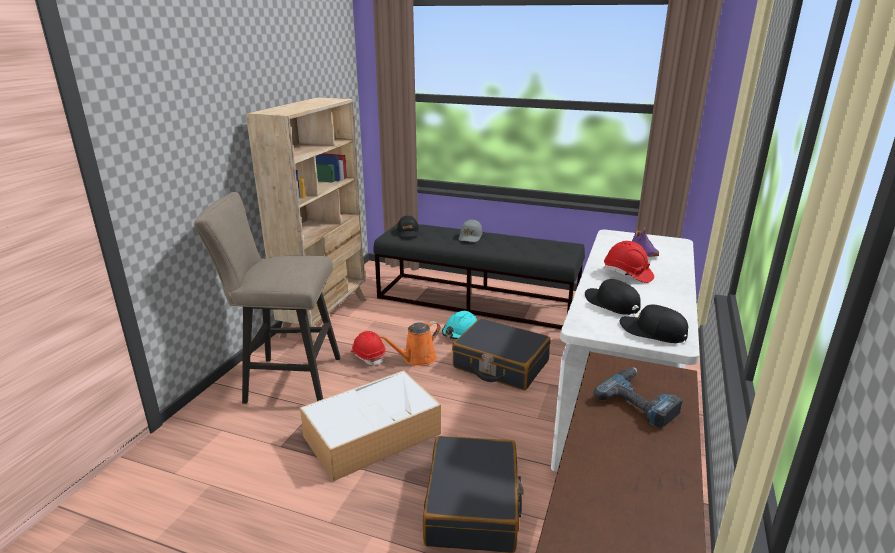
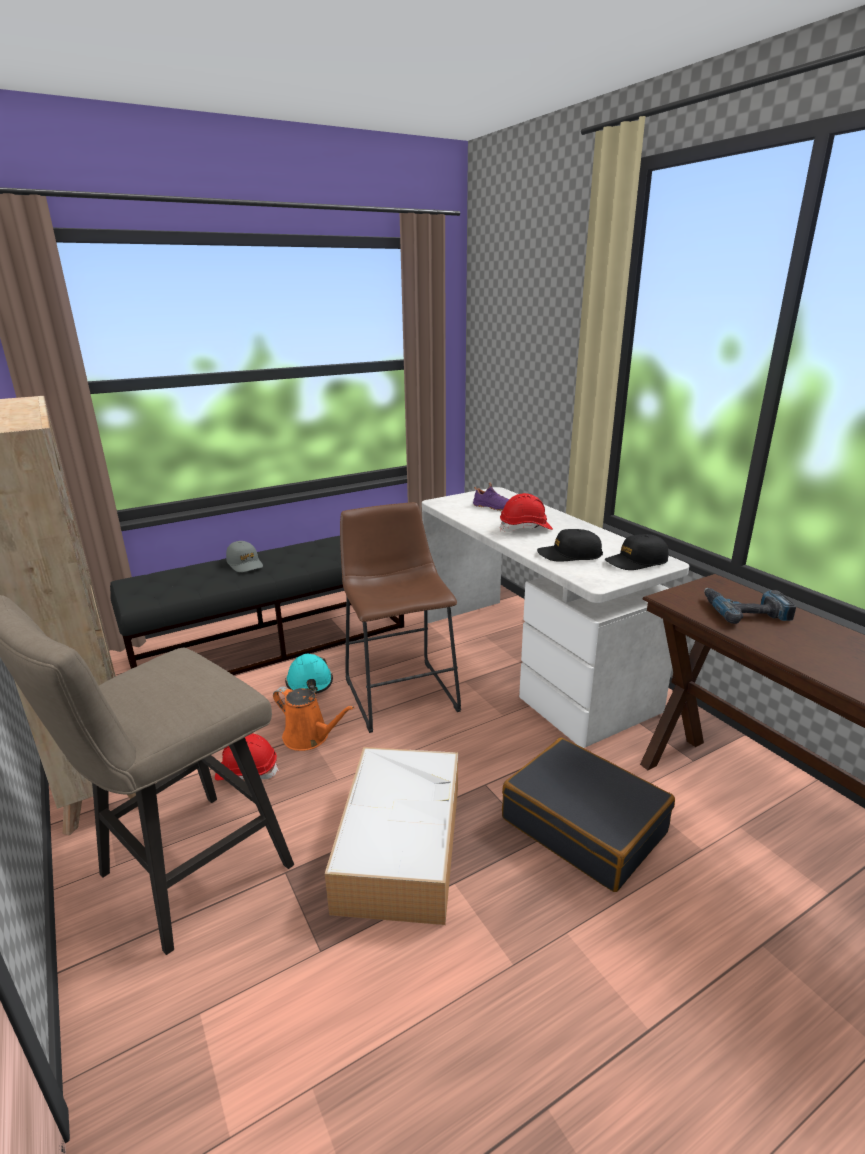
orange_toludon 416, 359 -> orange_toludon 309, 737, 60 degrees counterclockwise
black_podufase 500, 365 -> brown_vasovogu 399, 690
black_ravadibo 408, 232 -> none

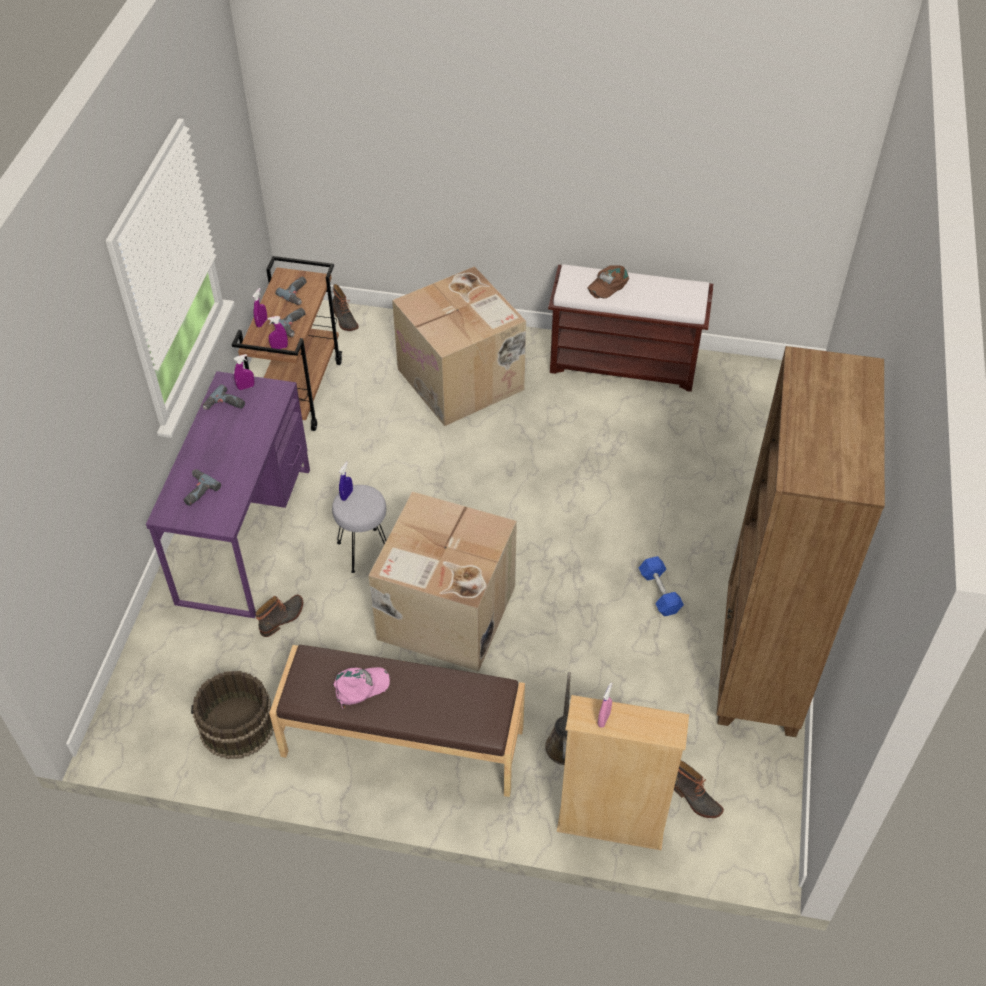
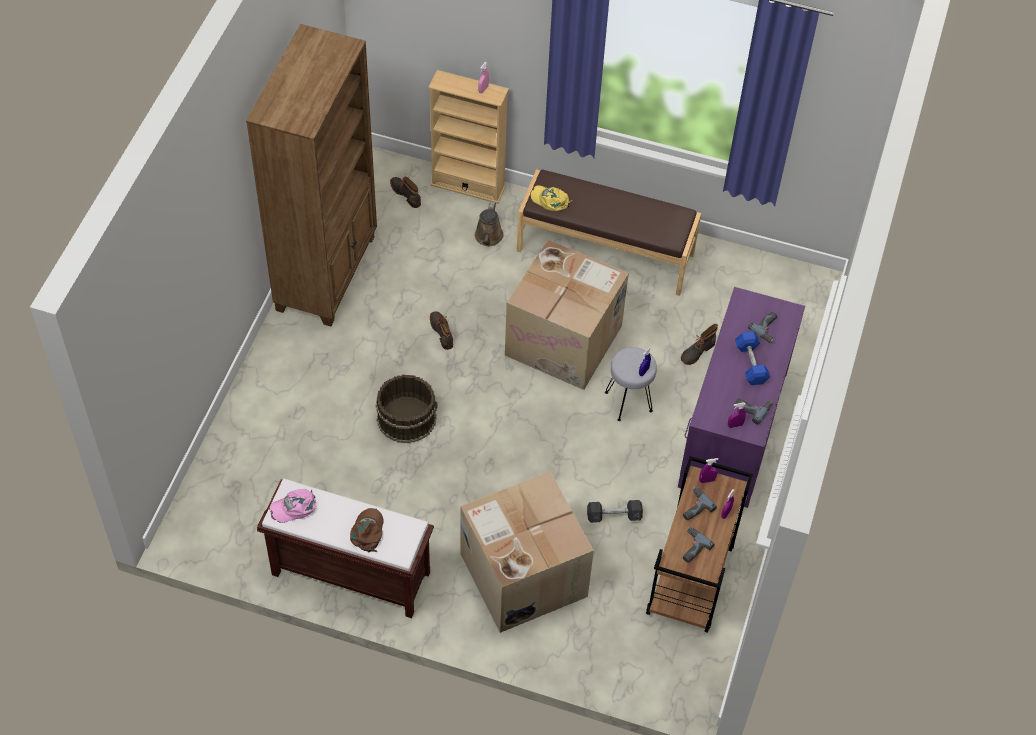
pink_ravadibo 361, 687 -> pink_ravadibo 294, 507, relocated
brown_ravadibo 608, 284 -> brown_ravadibo 368, 531, 45 degrees counterclockwise
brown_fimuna 237, 726 -> brown_fimuna 406, 418, relocated
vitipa 344, 320 -> vitipa 442, 332, relocated
none -> yellow_ravadibo 550, 200
none -> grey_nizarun 614, 516
blue_nizarun 659, 592 -> blue_nizarun 751, 364, relocated

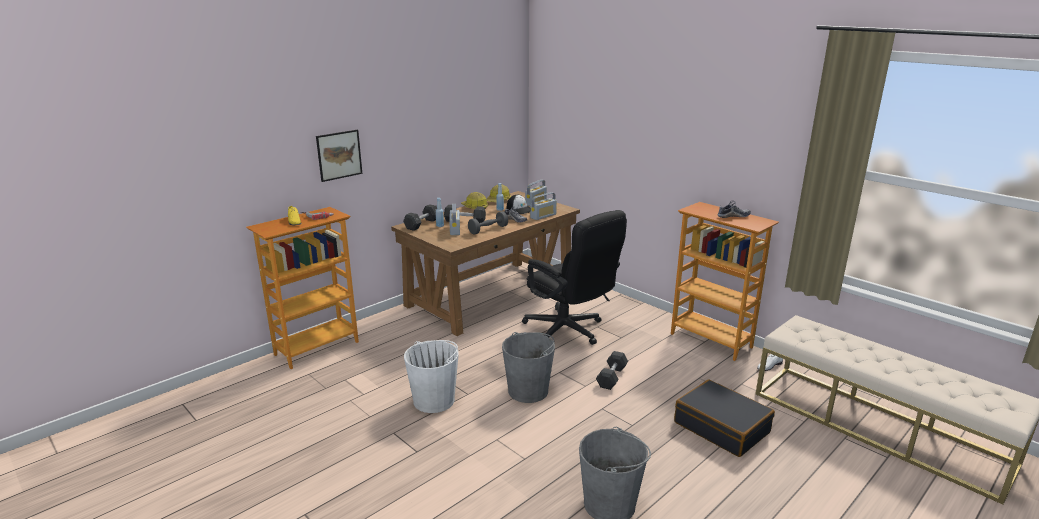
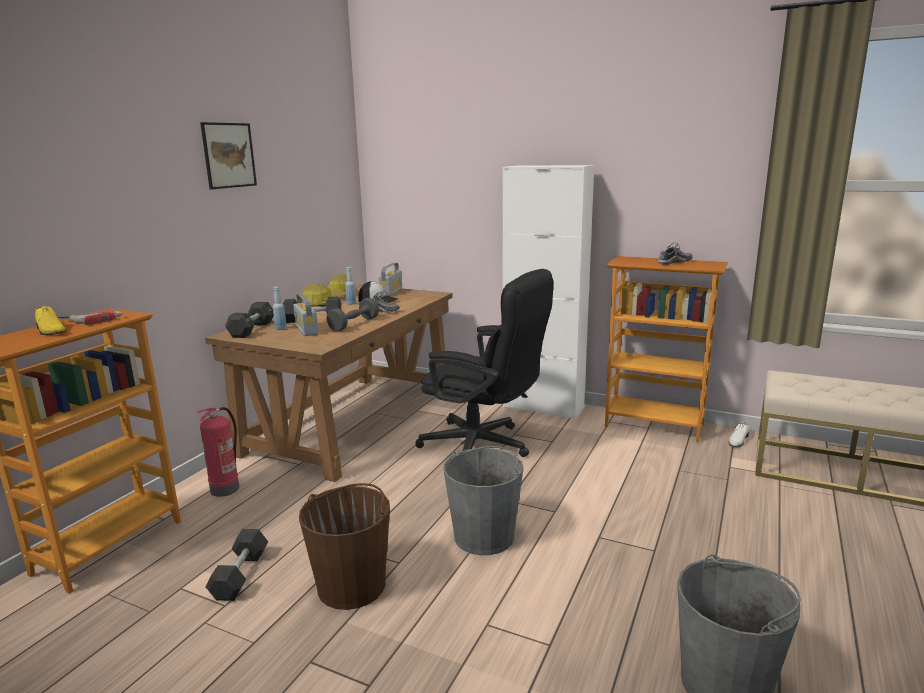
none -> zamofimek 225, 488
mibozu 339, 155 -> mibozu 229, 155, relocated
black_nizarun 611, 377 -> black_nizarun 240, 575, relocated
white_fimuna 434, 400 -> brown_fimuna 352, 585
none -> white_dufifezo 543, 407
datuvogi 543, 216 -> none
black_podufase 722, 427 -> none

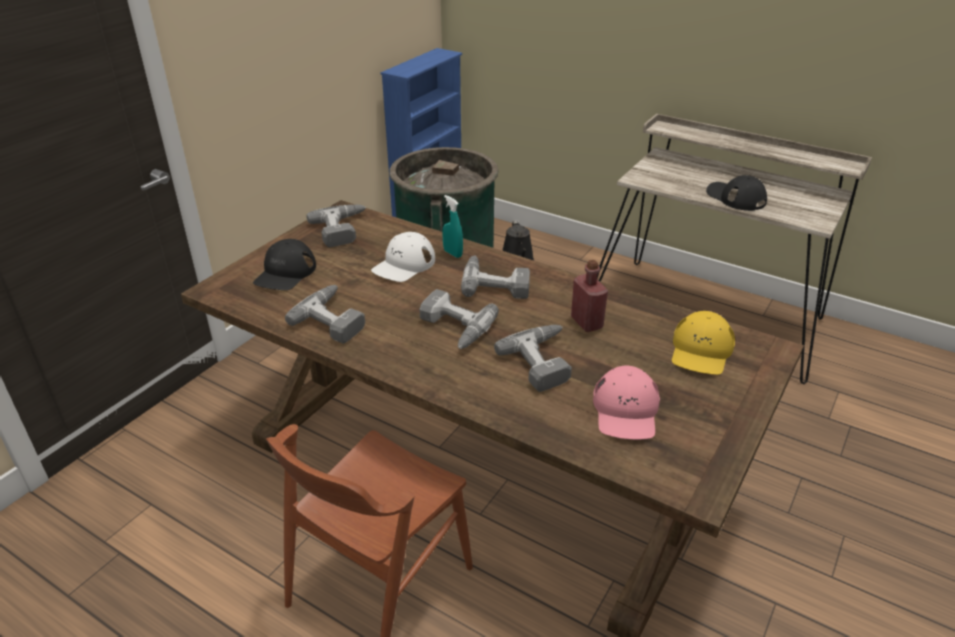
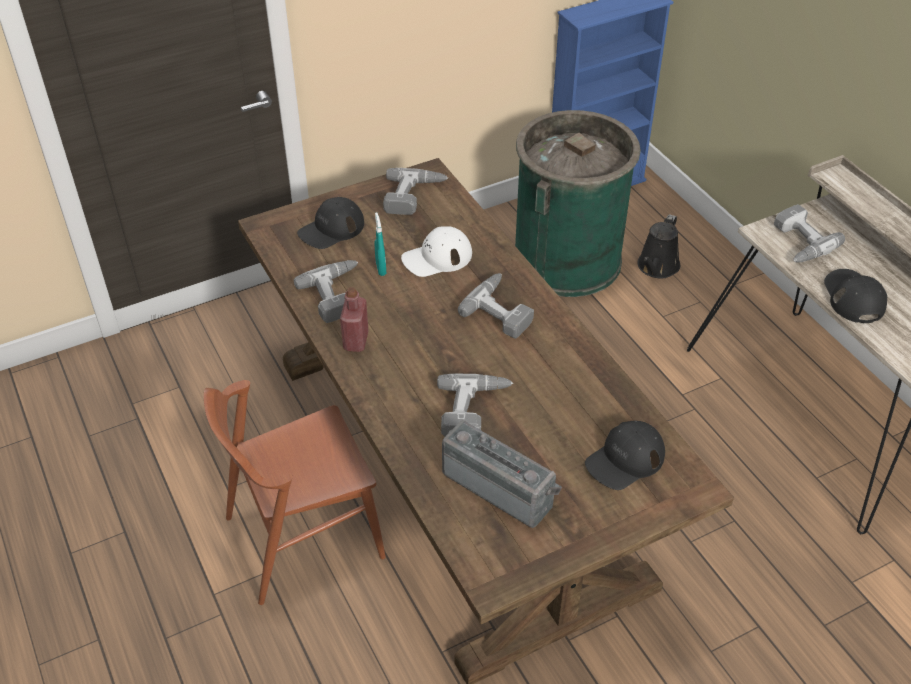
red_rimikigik 586, 323 -> red_rimikigik 356, 341, relocated
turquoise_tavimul 452, 253 -> turquoise_tavimul 381, 268, relocated
pink_ravadibo 626, 411 -> datuvogi 500, 486
yellow_ravadibo 701, 351 -> black_ravadibo 625, 460
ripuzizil 452, 328 -> ripuzizil 798, 242, relocated

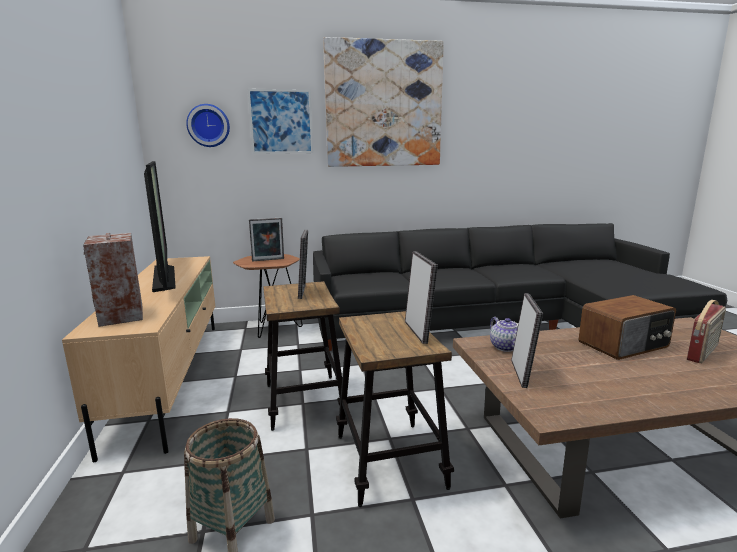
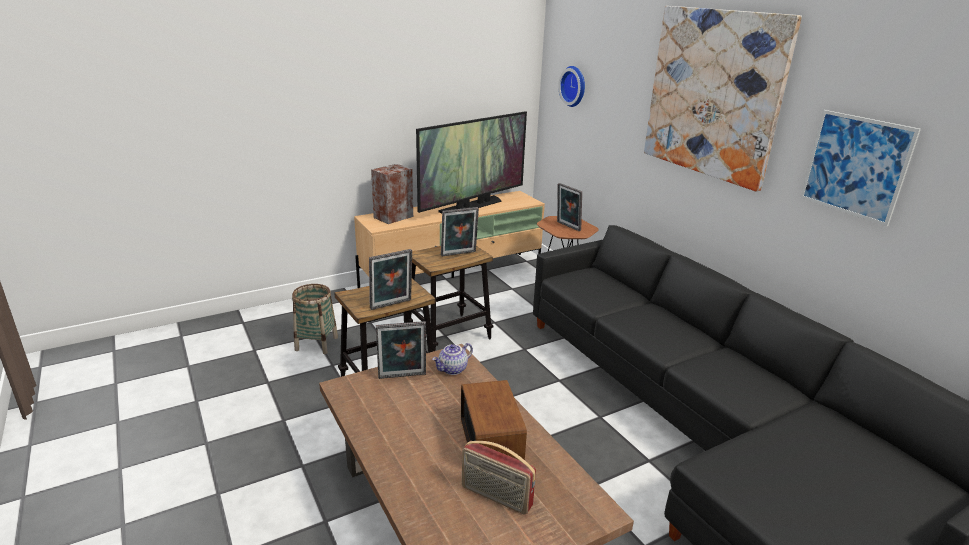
datuvogi 624, 345 -> datuvogi 492, 441, 150 degrees counterclockwise
mibozu 281, 122 -> mibozu 855, 166, relocated

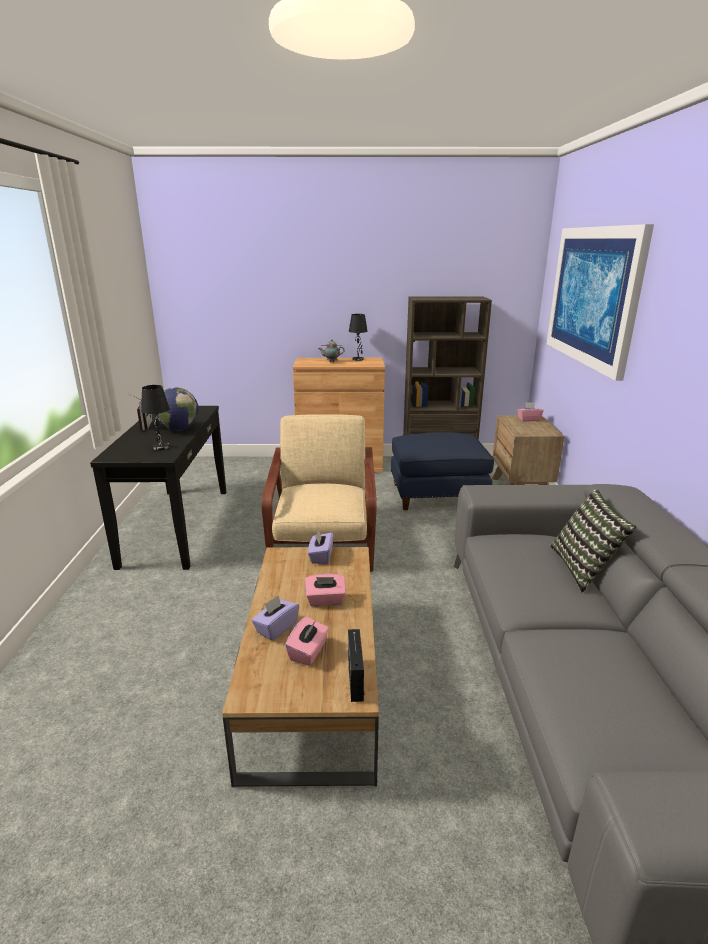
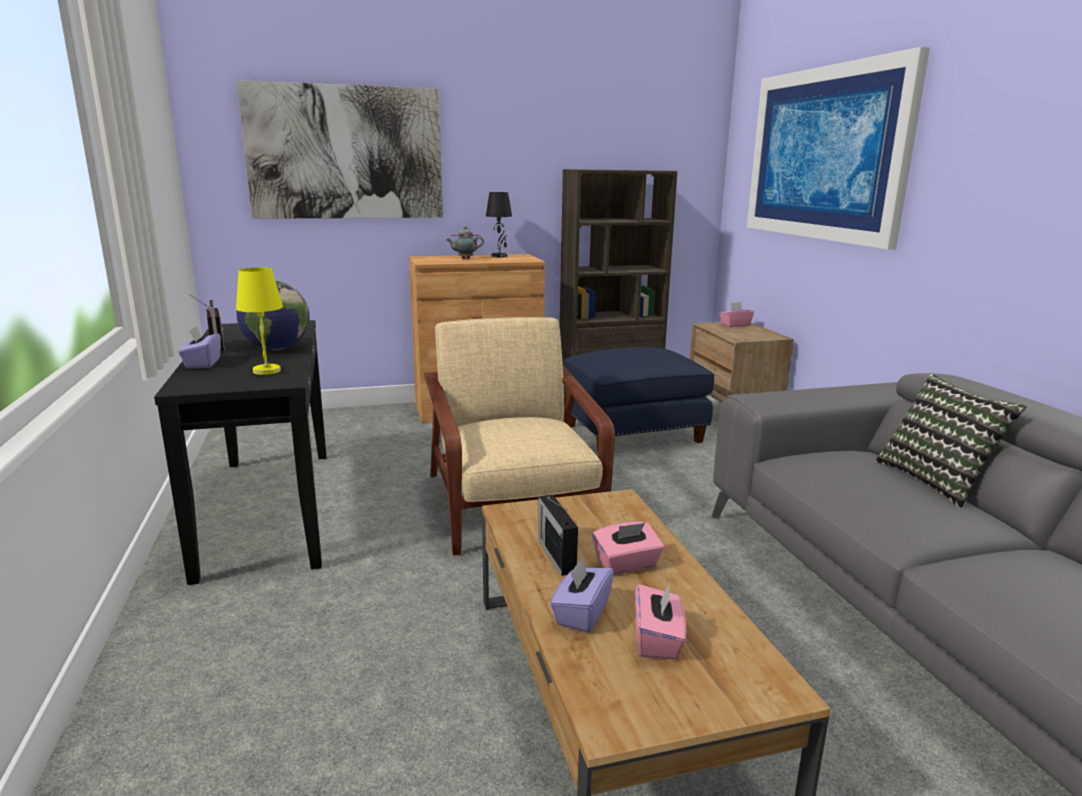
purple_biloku 321, 556 -> purple_biloku 202, 363, relocated
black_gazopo 161, 447 -> yellow_gazopo 267, 371
none -> mibozu 346, 153
datuvogi 355, 678 -> datuvogi 556, 554, relocated

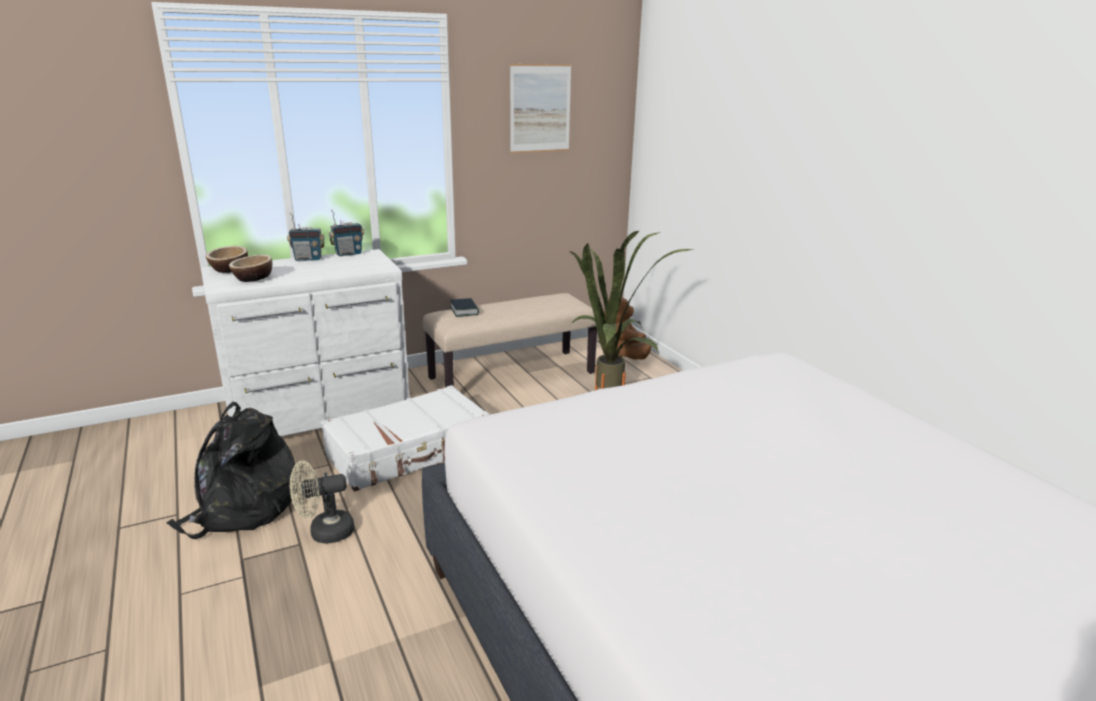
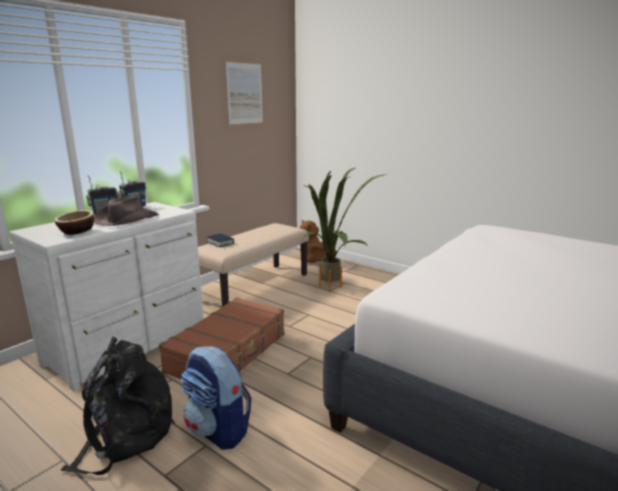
none -> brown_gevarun 126, 219
white_podufase 409, 451 -> brown_podufase 228, 353
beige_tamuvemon 324, 532 -> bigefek 218, 430
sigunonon 229, 269 -> none

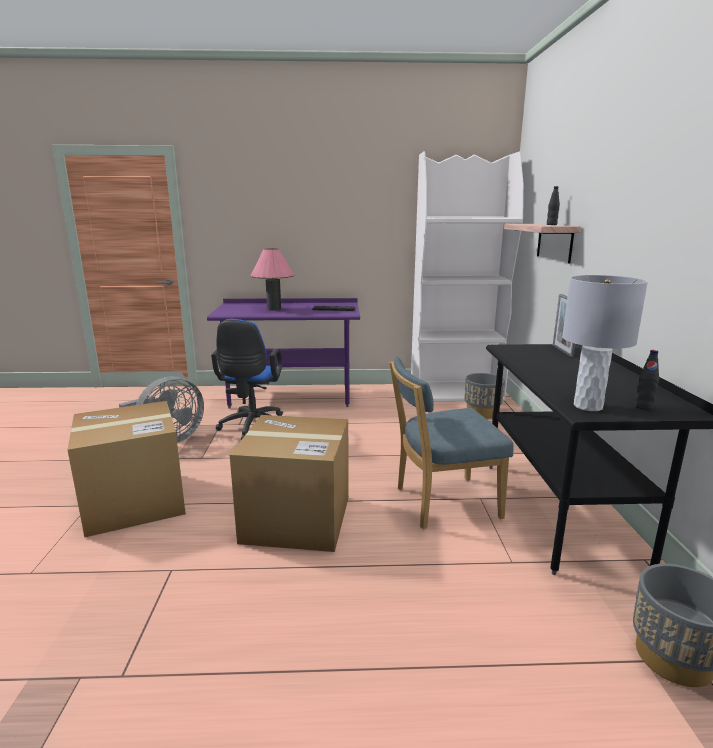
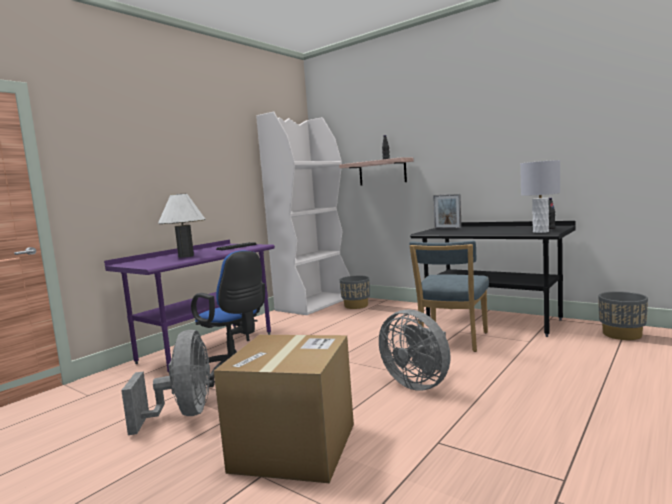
pink_gazopo 274, 309 -> white_gazopo 186, 256
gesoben 297, 519 -> grey_tamuvemon 418, 383

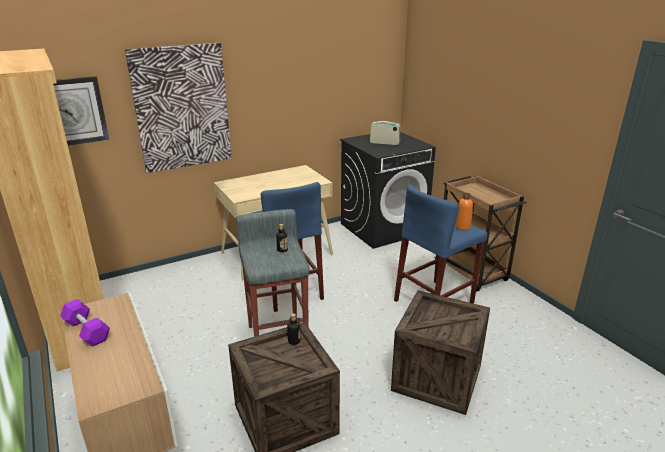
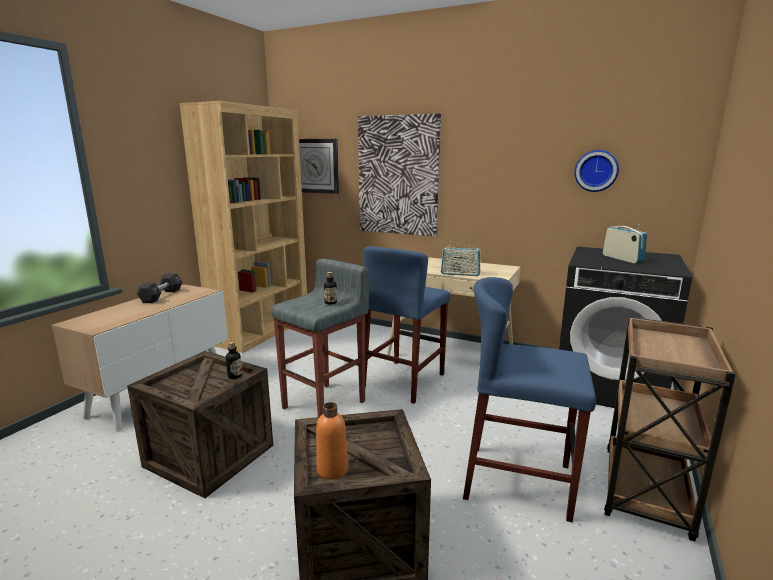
purple_nizarun 87, 331 -> black_nizarun 161, 296
orange_rimikigik 462, 227 -> orange_rimikigik 332, 469, relocated
none -> datuvogi 460, 274
none -> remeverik 596, 171

